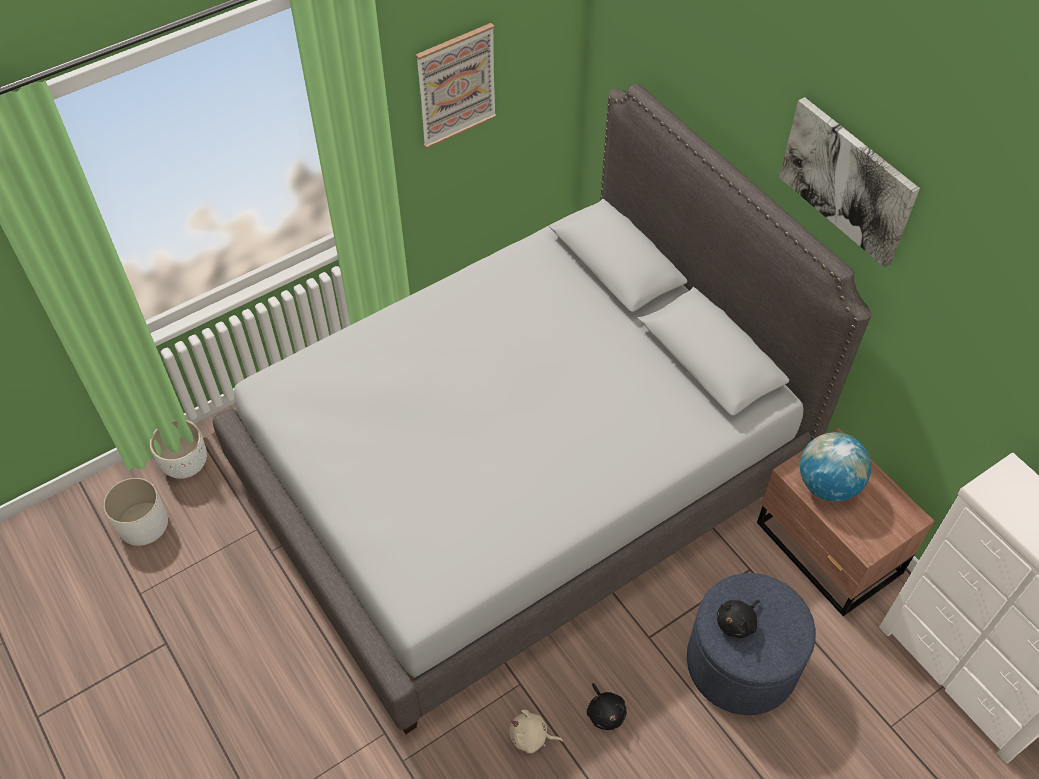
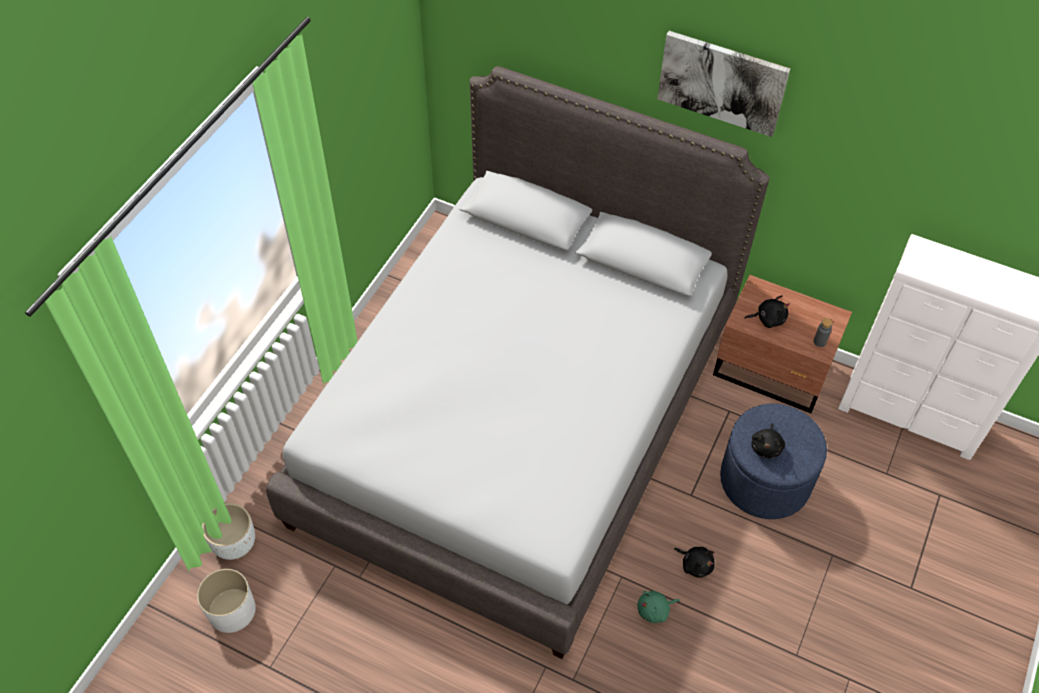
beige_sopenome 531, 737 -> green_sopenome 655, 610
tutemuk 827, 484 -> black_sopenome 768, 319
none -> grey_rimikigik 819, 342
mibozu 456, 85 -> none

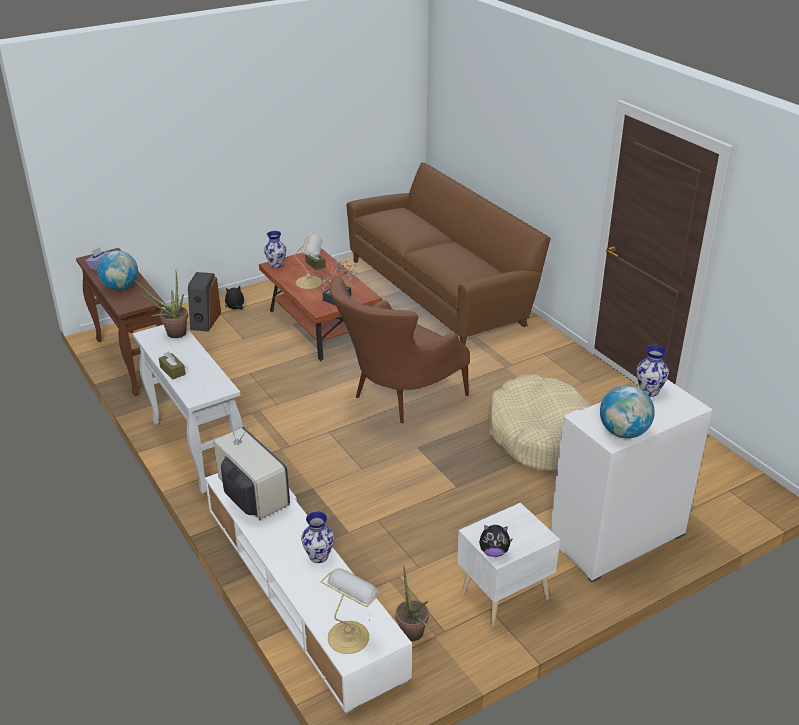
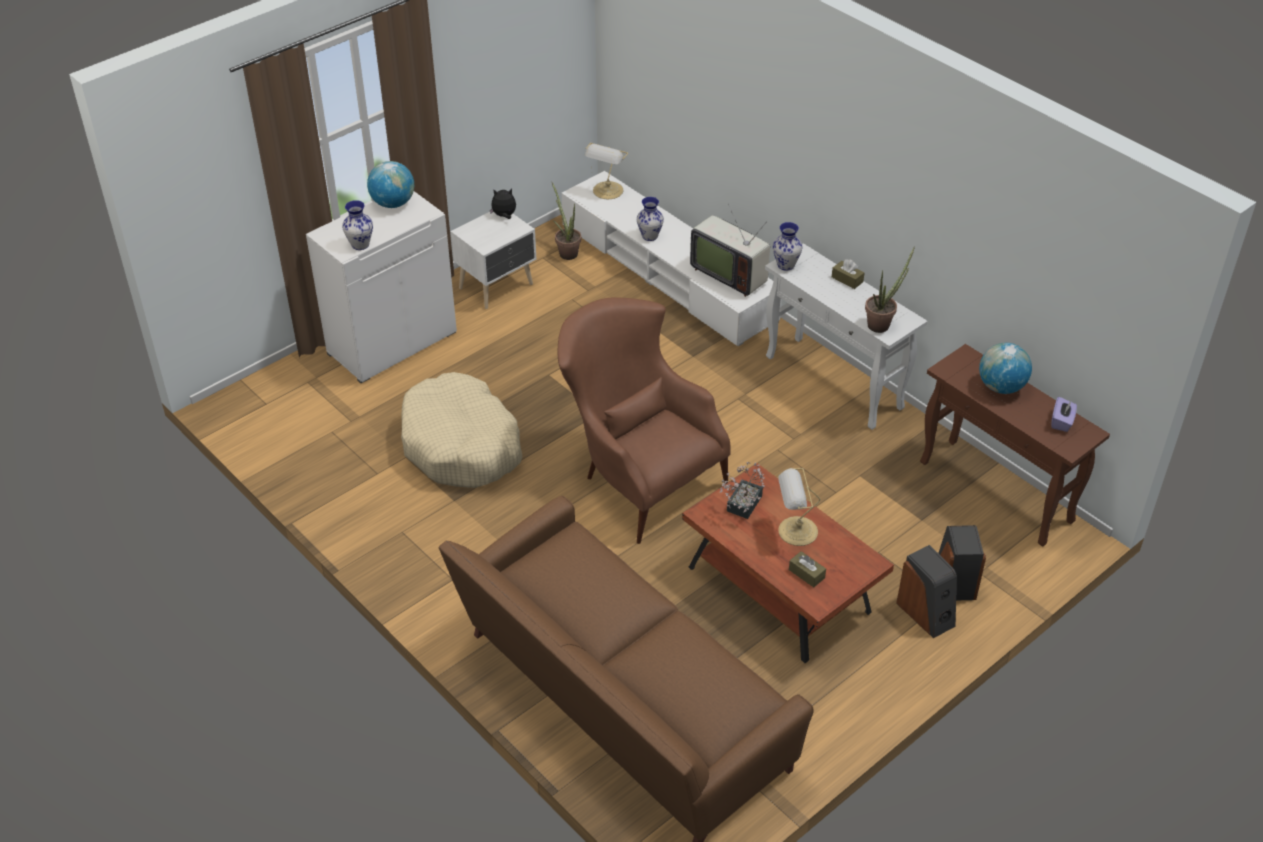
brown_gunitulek 396, 398 -> brown_gunitulek 637, 476, 75 degrees counterclockwise
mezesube 276, 265 -> mezesube 785, 265, relocated
sopenome 235, 309 -> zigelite 926, 613

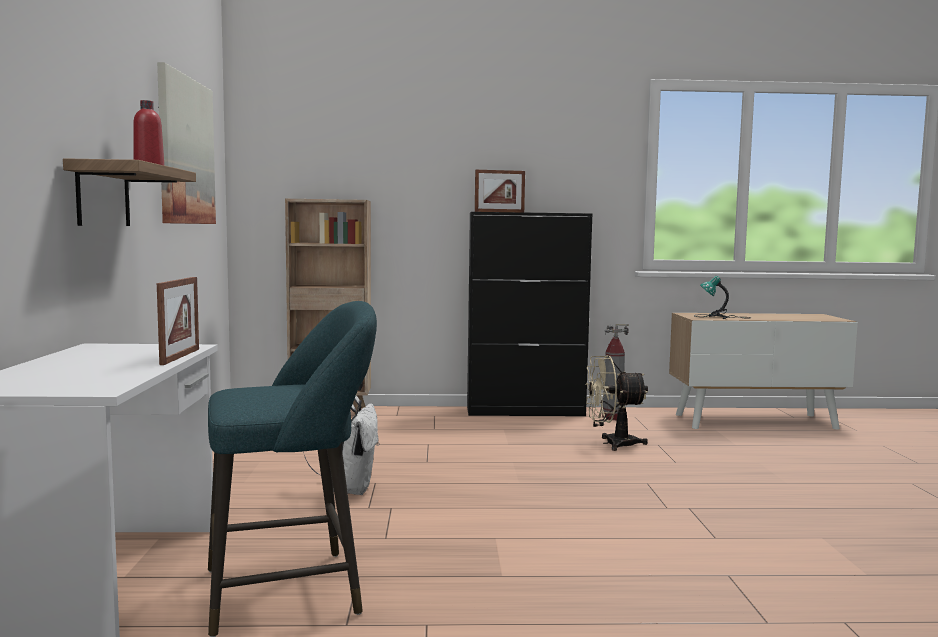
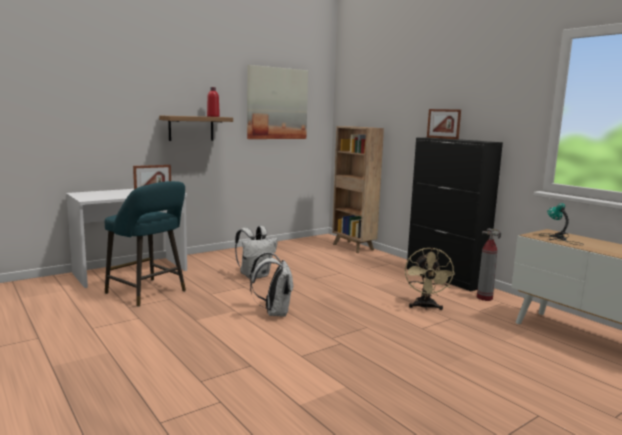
none -> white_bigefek 274, 313
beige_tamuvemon 612, 444 -> beige_tamuvemon 425, 307, 135 degrees counterclockwise

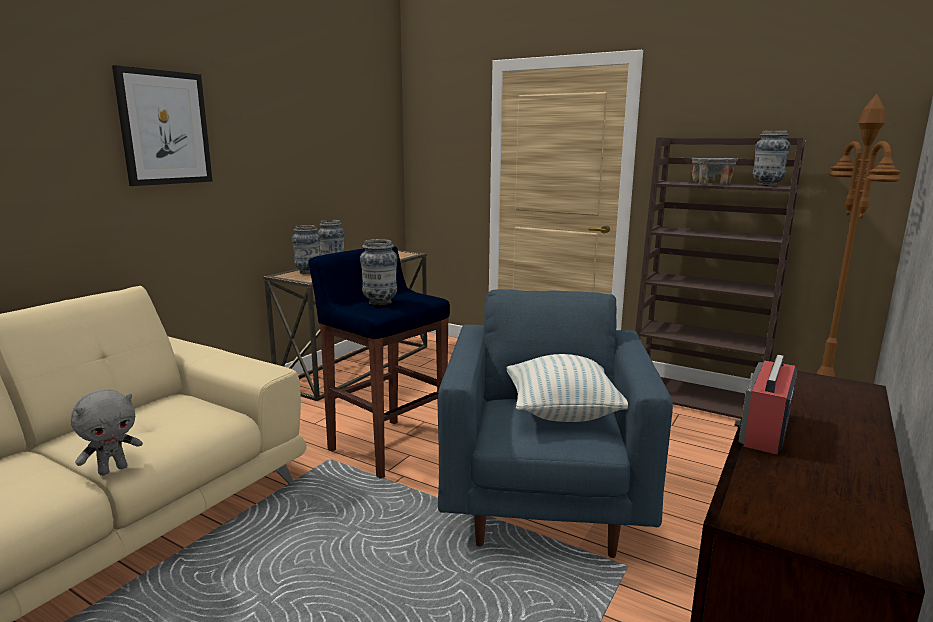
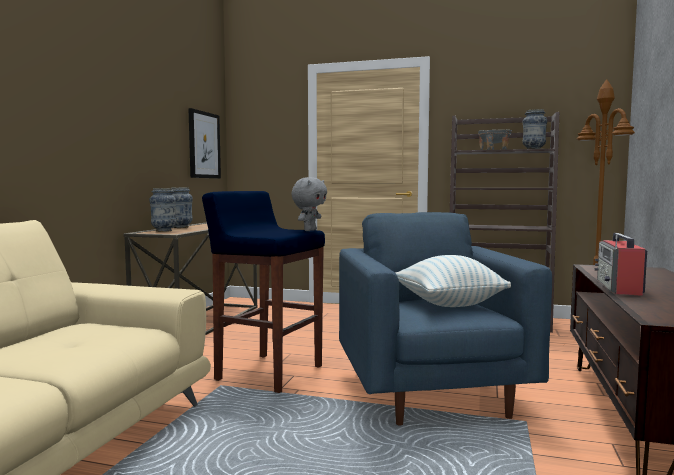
mibozu 164, 128 -> mibozu 204, 145, relocated
grey_sopenome 113, 469 -> grey_sopenome 309, 230, relocated
mezesube 380, 302 -> none

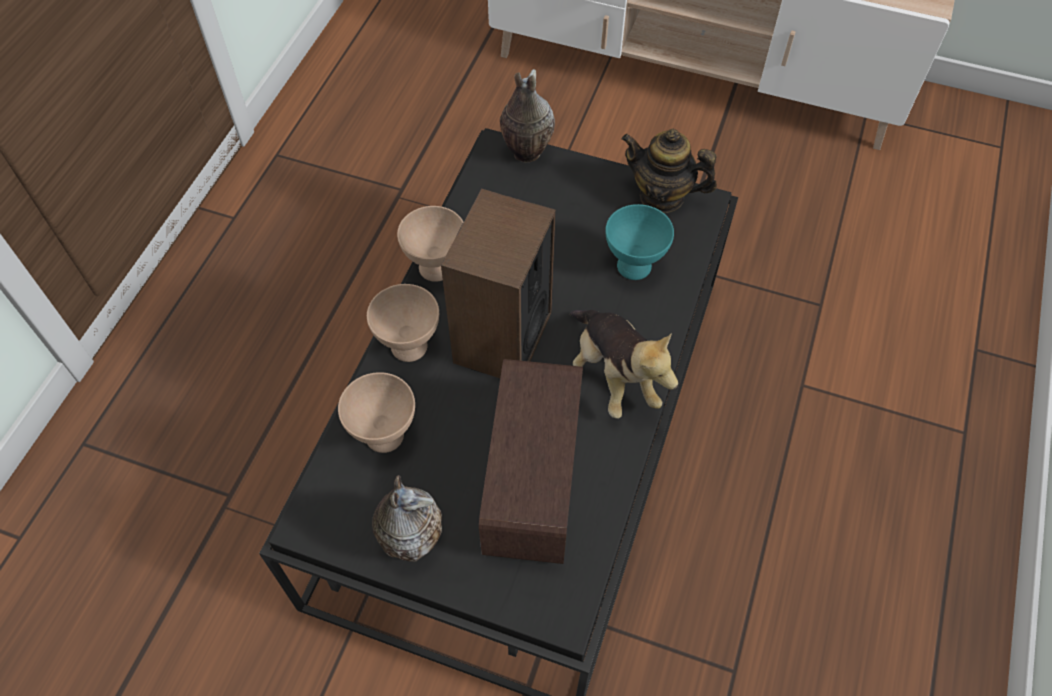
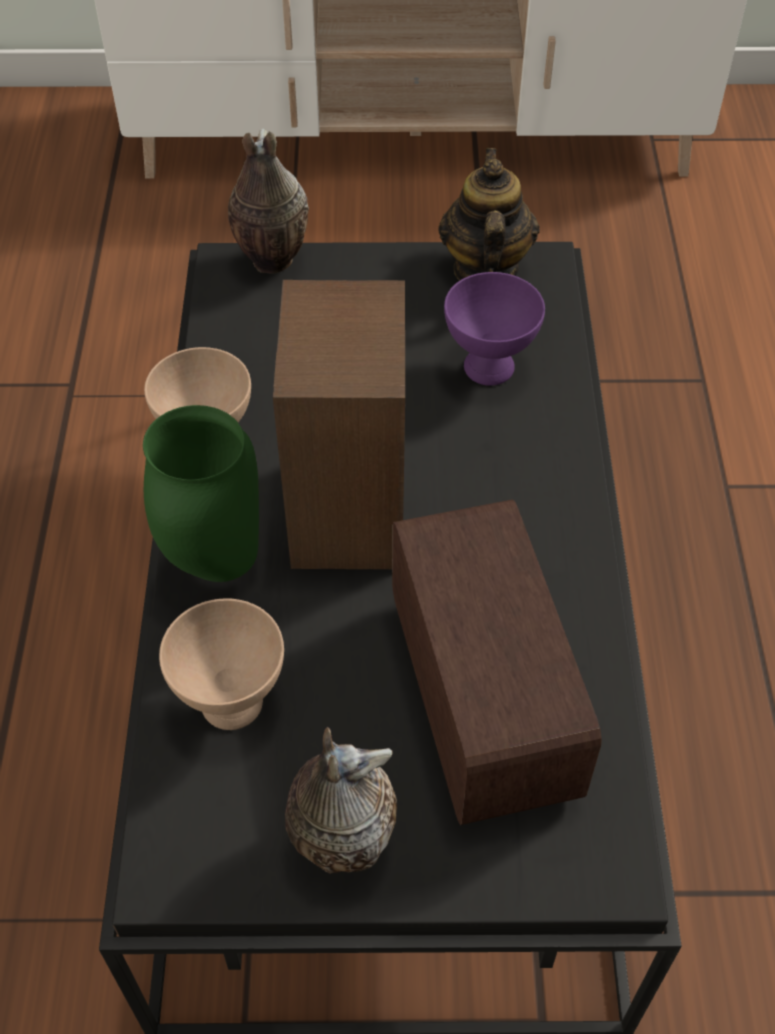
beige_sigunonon 409, 345 -> green_mezesube 214, 563
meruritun 662, 196 -> meruritun 484, 269, 90 degrees clockwise
turquoise_sigunonon 632, 266 -> purple_sigunonon 487, 367
sopenome 613, 375 -> none

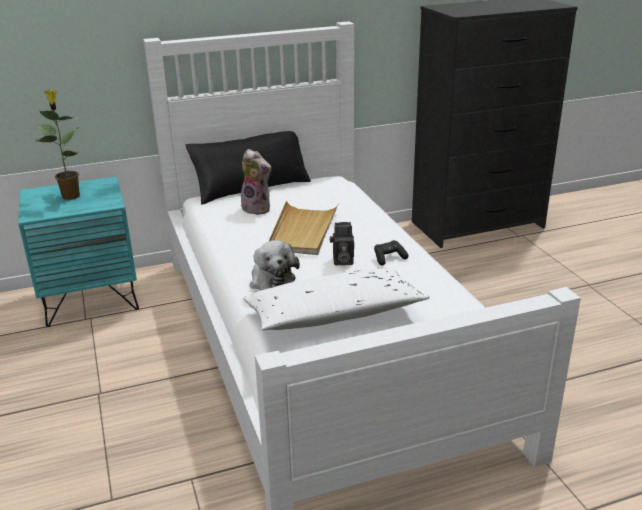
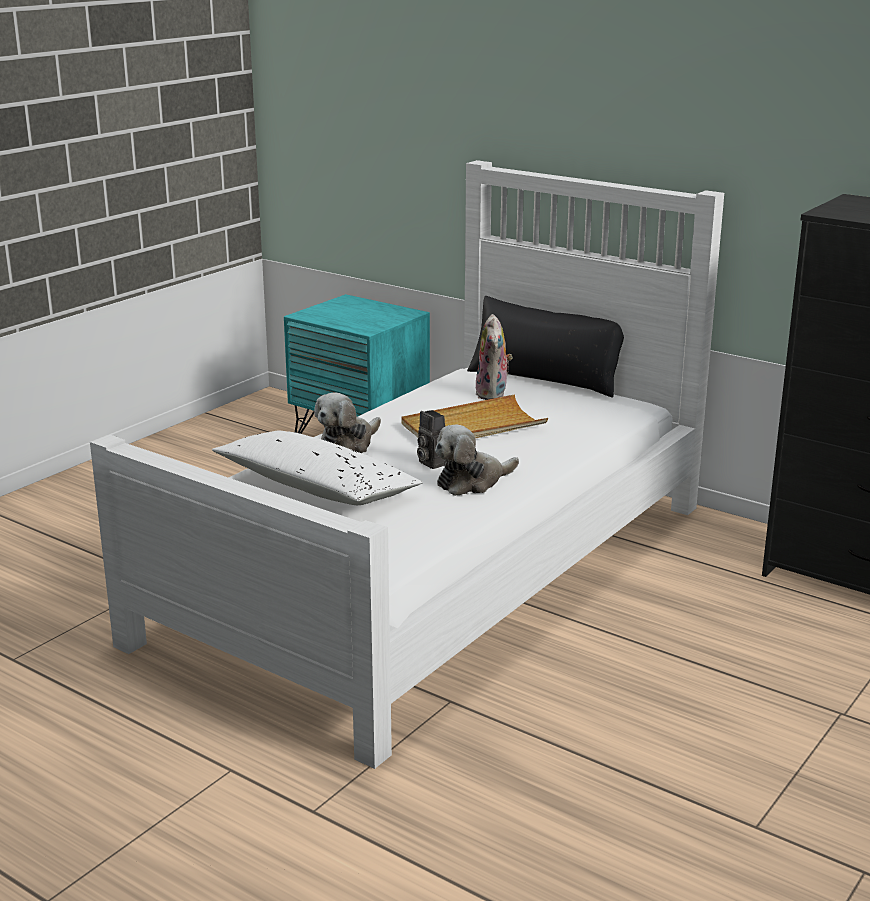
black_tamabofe 389, 258 -> sopenome 472, 482
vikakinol 71, 195 -> none

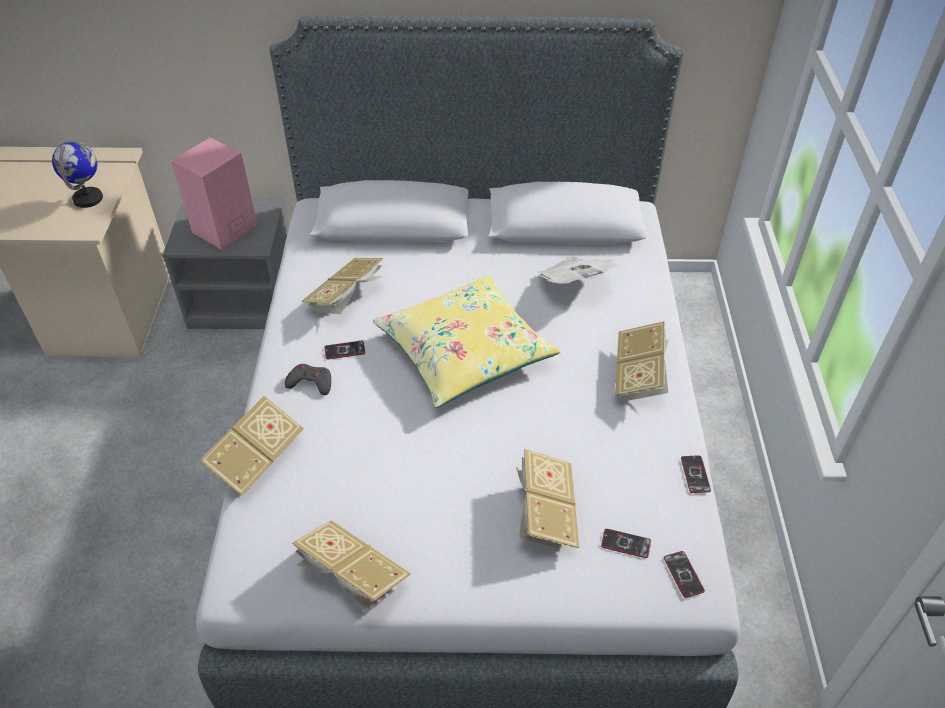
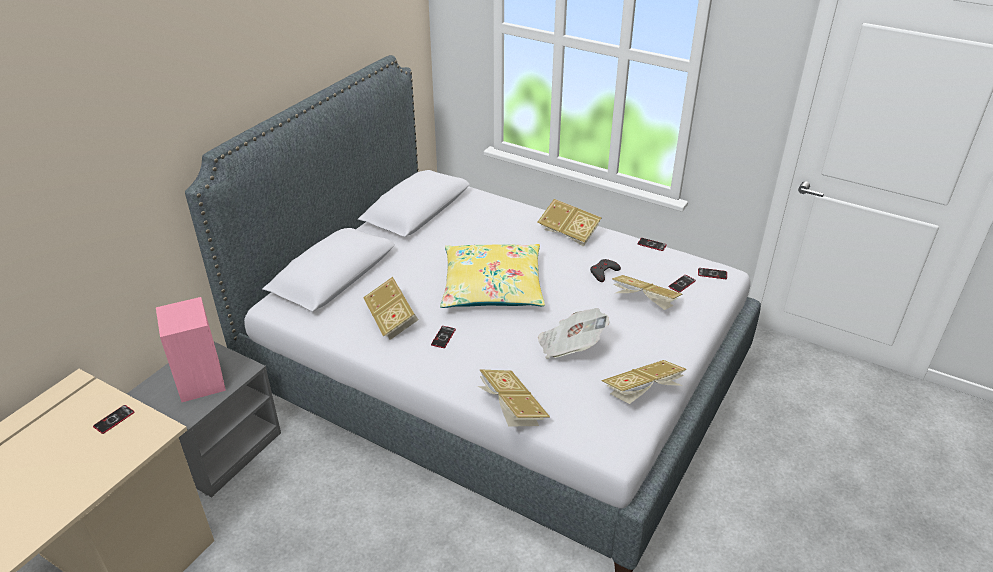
tutemuk 88, 198 -> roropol 114, 419
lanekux 574, 284 -> lanekux 570, 347, relocated
grey_tamabofe 310, 382 -> grey_tamabofe 603, 272, relocated

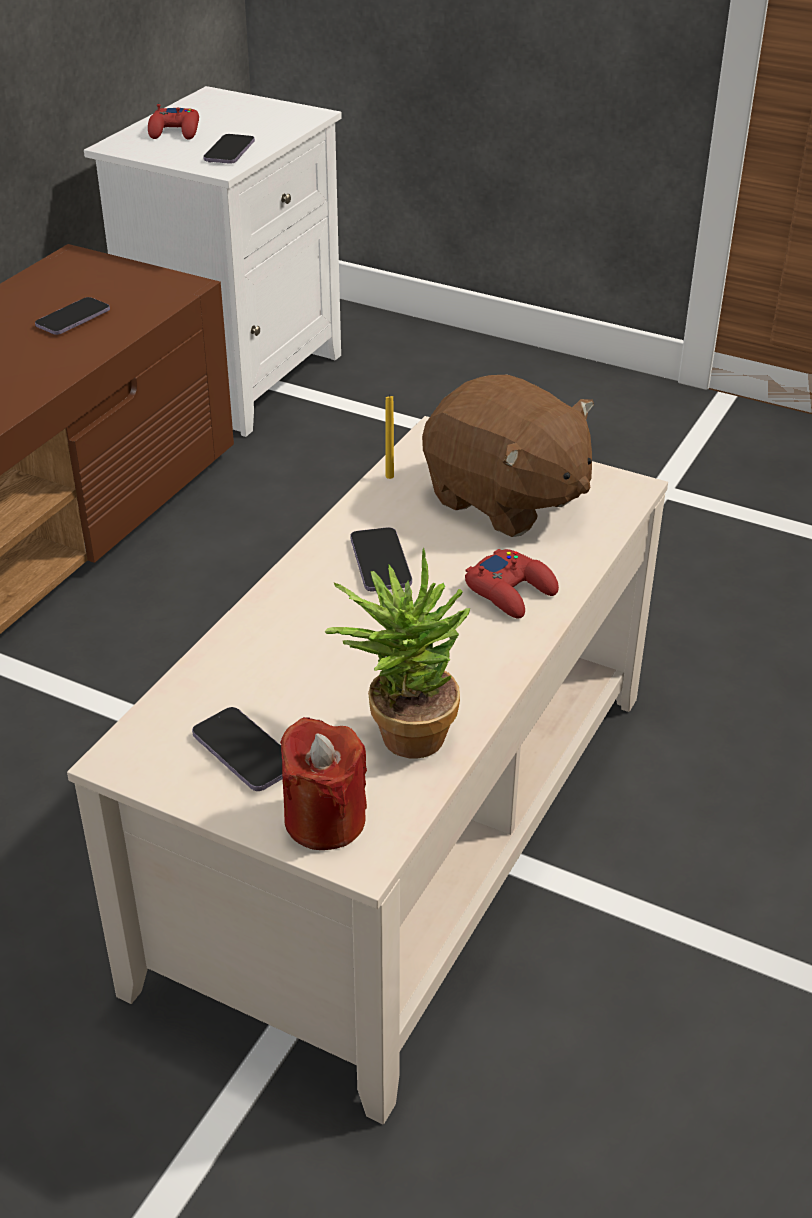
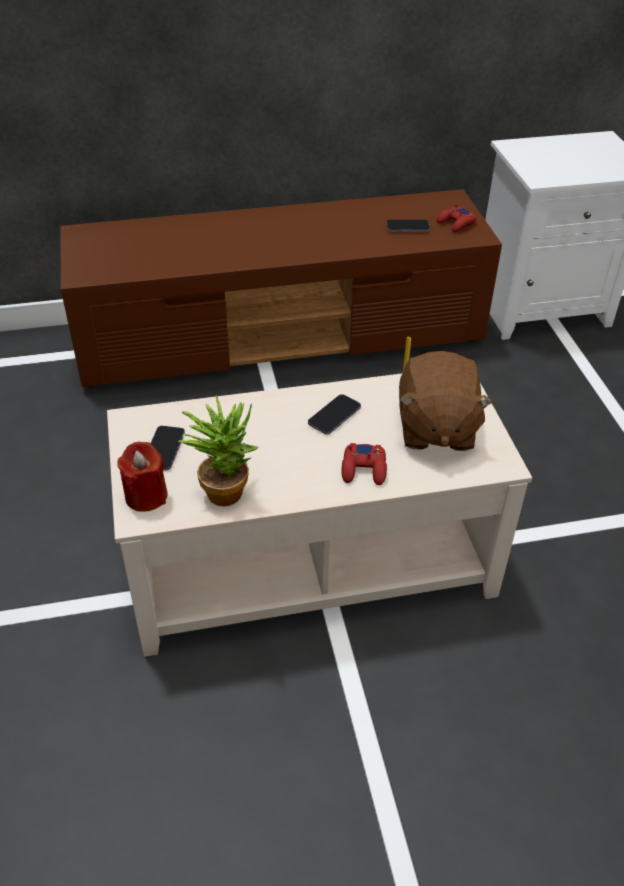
red_tamabofe 175, 131 -> red_tamabofe 456, 223, relocated
roropol 229, 152 -> none

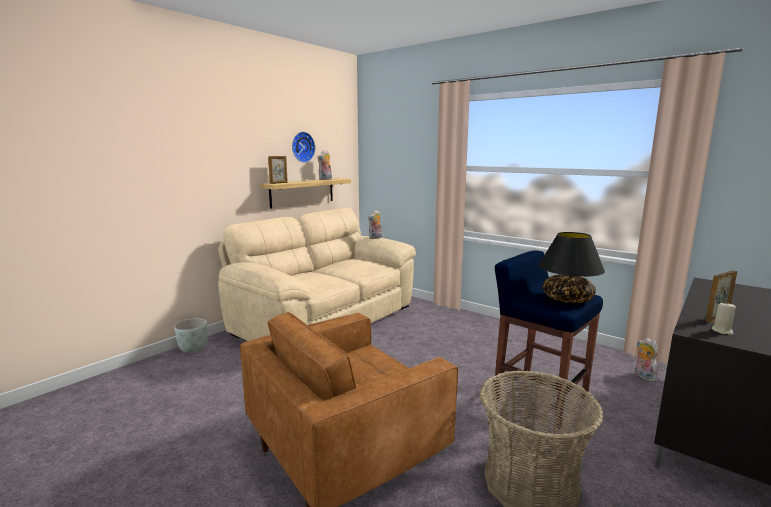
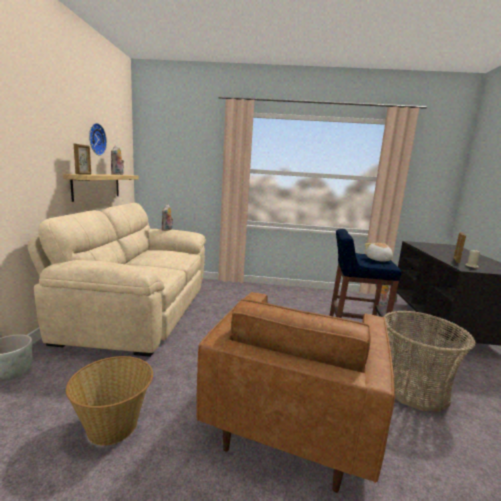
none -> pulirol 113, 425
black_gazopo 566, 299 -> sopenome 378, 260

